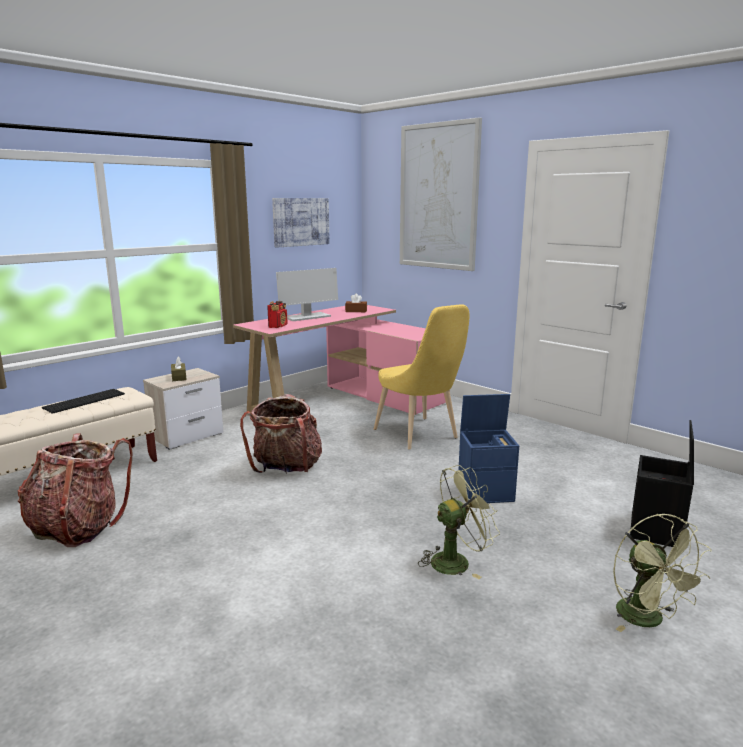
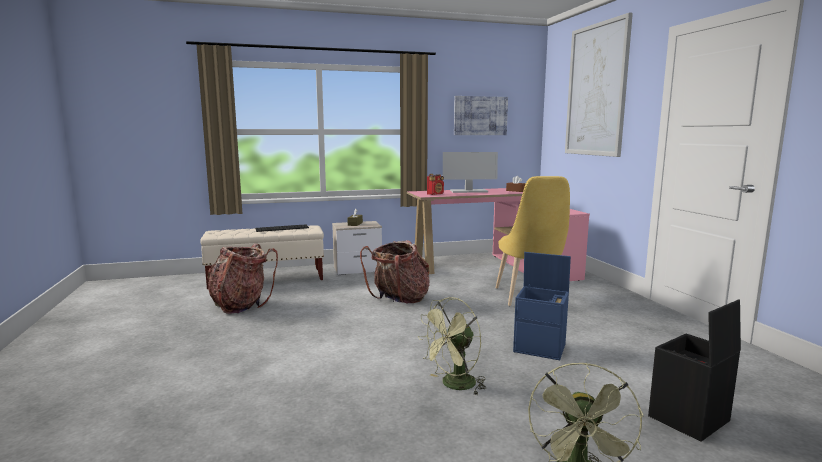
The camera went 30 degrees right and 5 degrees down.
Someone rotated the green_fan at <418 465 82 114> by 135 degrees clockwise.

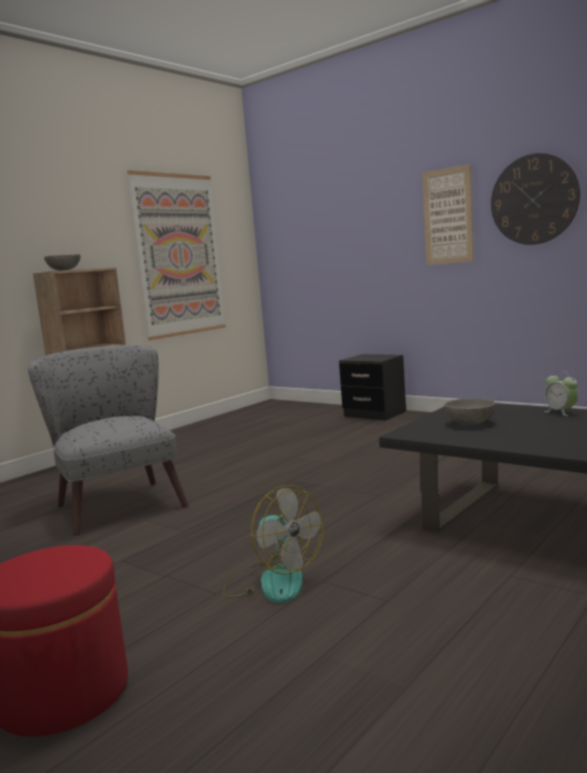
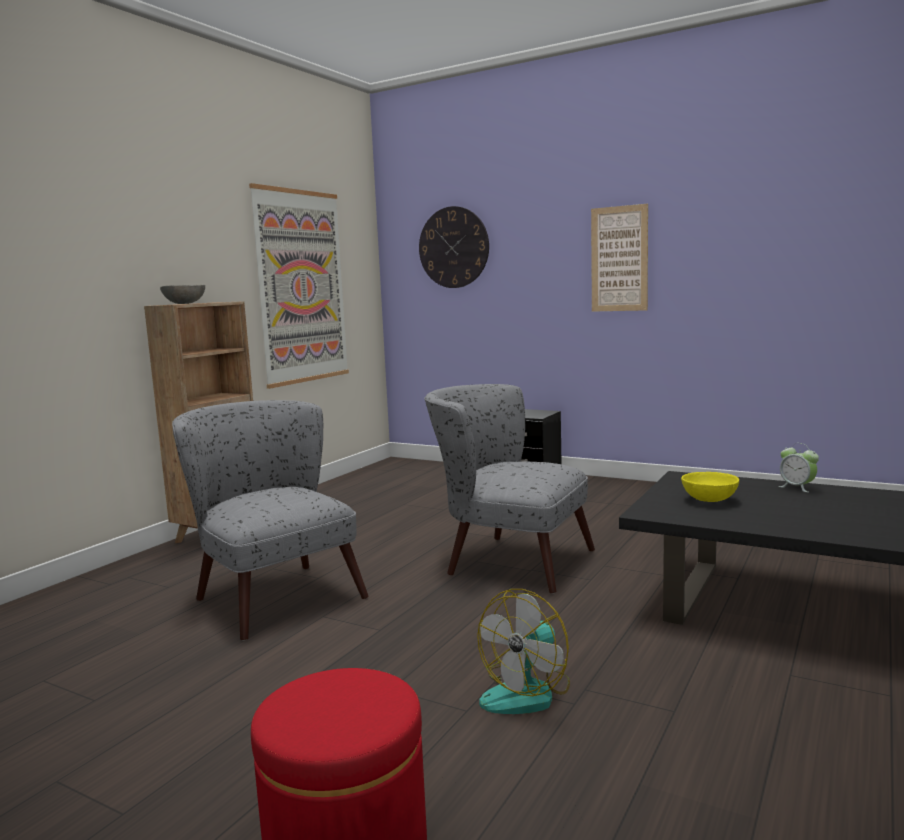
The camera went 10 degrees left and 0 degrees up.
Someone carried the wall_clock from <491 153 89 92> to <419 206 70 82>.
Someone repainted the grey_bowl at <444 398 52 26>, which became the yellow_bowl at <681 472 58 30>.
Someone rotated the fan at <223 485 101 118> by 90 degrees clockwise.
Someone put down the grey_armchair at <424 384 171 210>.

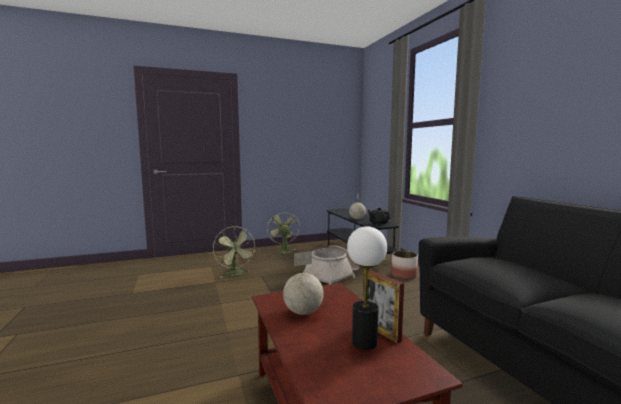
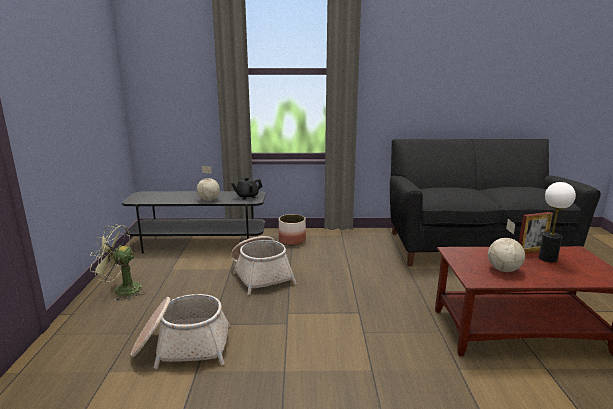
The camera went 70 degrees left and 10 degrees up.
Someone swapped the green_fan at <213 226 43 52> for the basket at <131 294 99 75>.

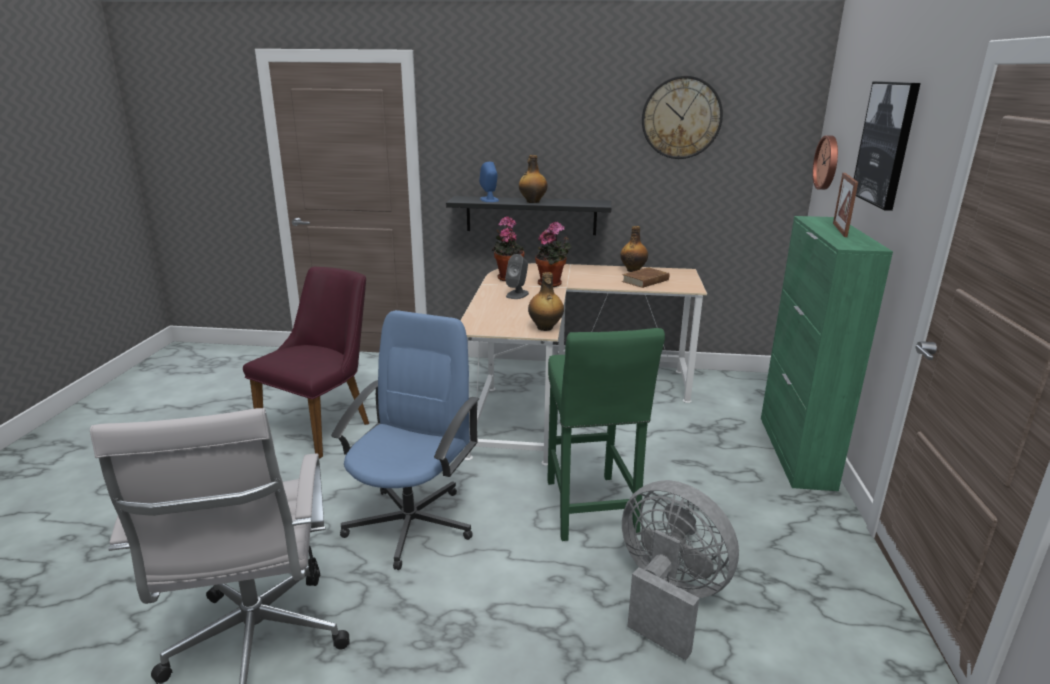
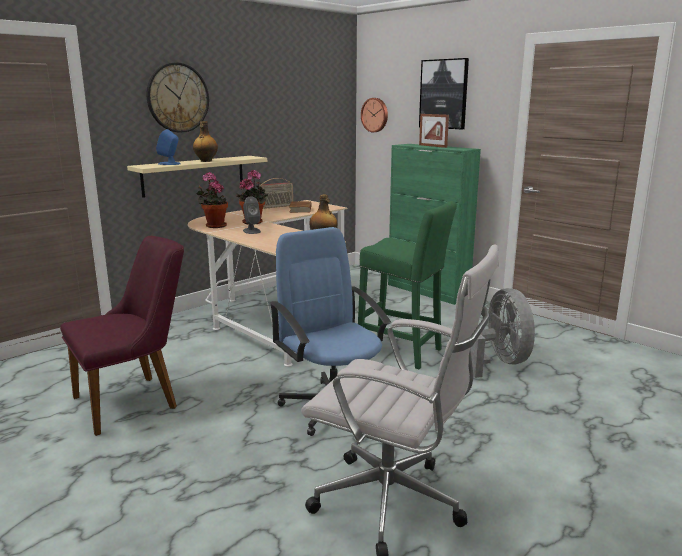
The camera went 50 degrees left and 5 degrees down.
Someone carried the wall_clock from <642 76 81 83> to <147 62 62 71>.
Someone repainted the black_shelf at <446 196 166 39>, which became the beige_shelf at <127 156 140 42>.
Someone swapped the bottle at <620 226 28 46> for the radio at <260 178 33 31>.
Someone rotated the purple_chair at <243 267 126 192> by 75 degrees clockwise.
Someone rotated the grey_fan at <622 480 117 180> by 90 degrees clockwise.

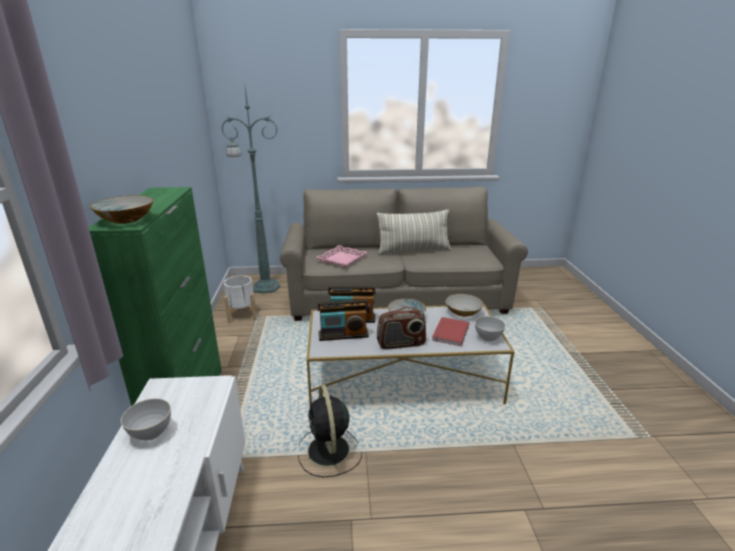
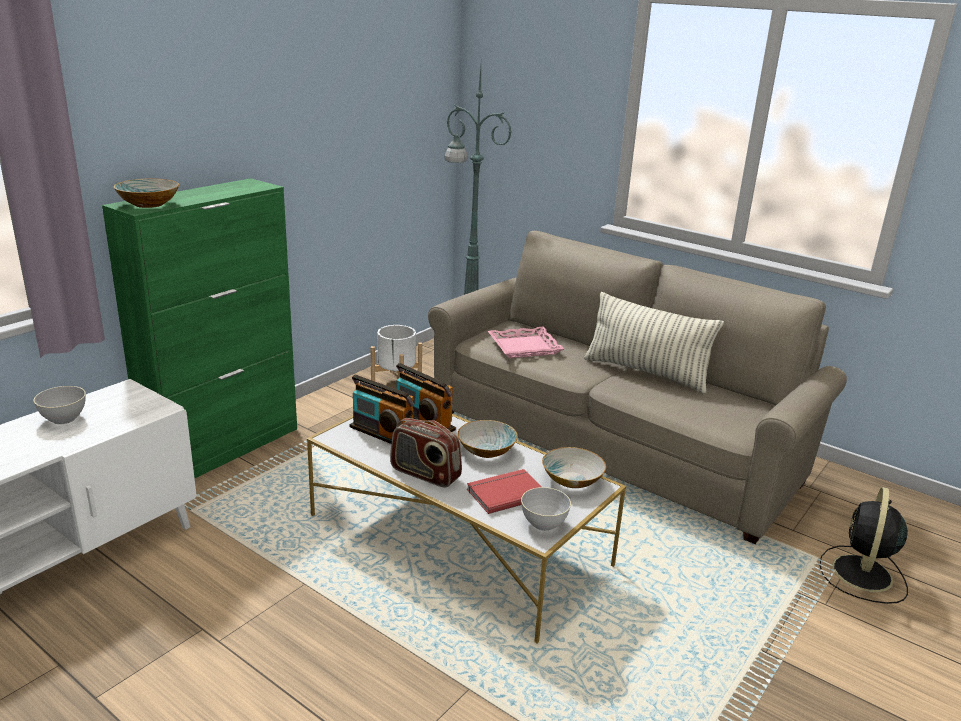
The camera went 40 degrees right and 0 degrees up.
Someone carried the black_fan from <298 385 64 92> to <819 487 89 117>.

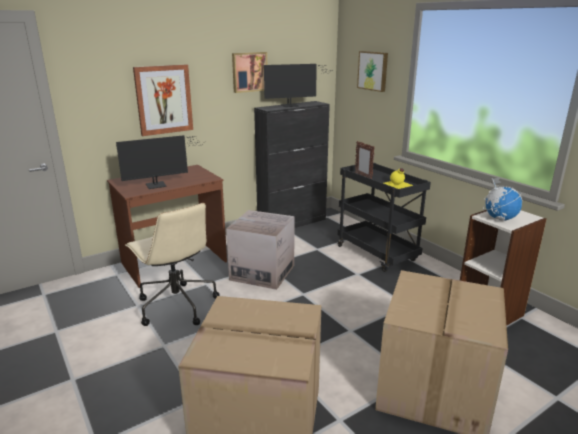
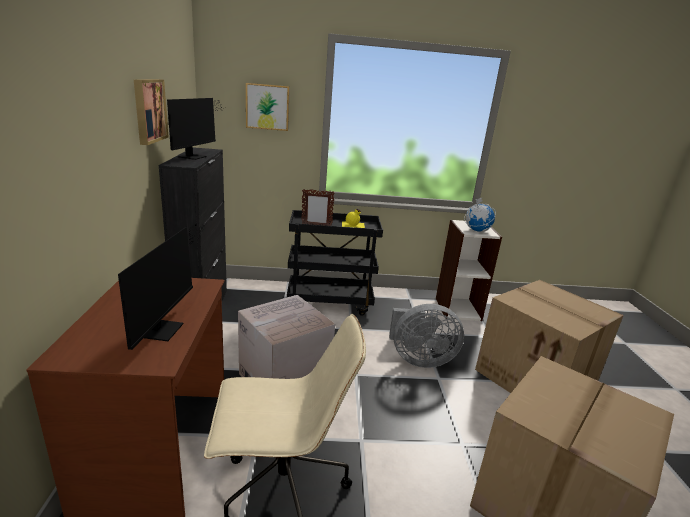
The camera went 60 degrees left and 0 degrees up.
Someone took away the picture at <133 64 60 72>.
Someone put down the grey_fan at <389 304 75 64>.

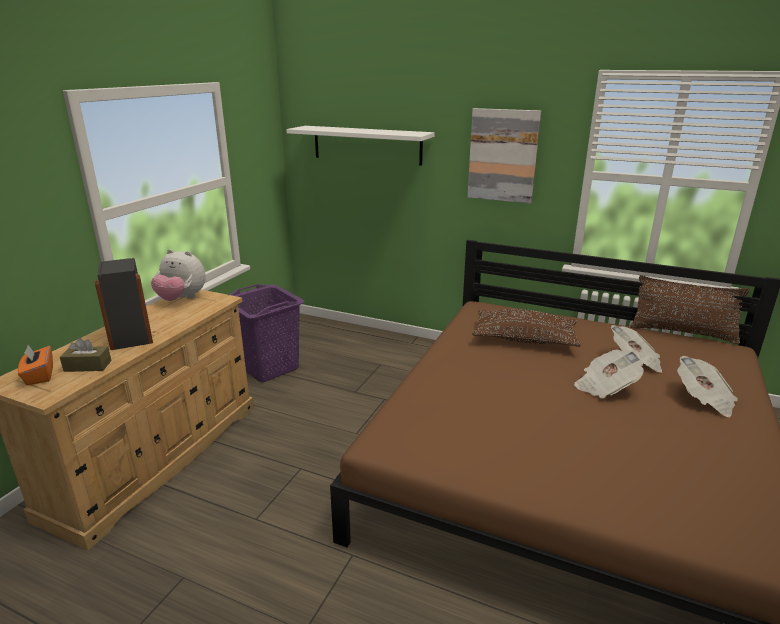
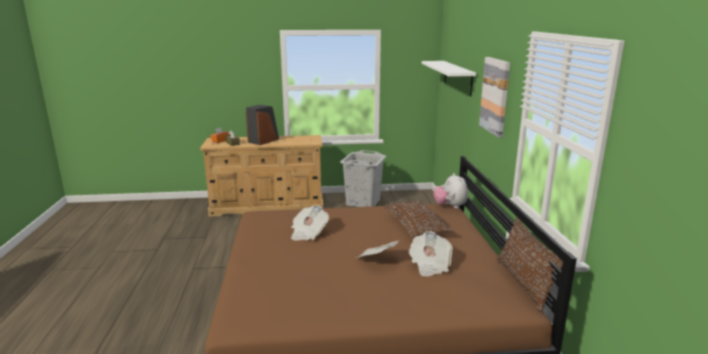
The camera went 60 degrees right and 5 degrees down.
Someone carried the plush_toy from <151 249 55 52> to <433 173 35 36>.
Someone repainted the purple_laundry_basket at <230 284 75 98>, which became the grey_laundry_basket at <340 150 46 57>.
Someone carried the newspaper from <677 356 61 61> to <291 205 38 36>.

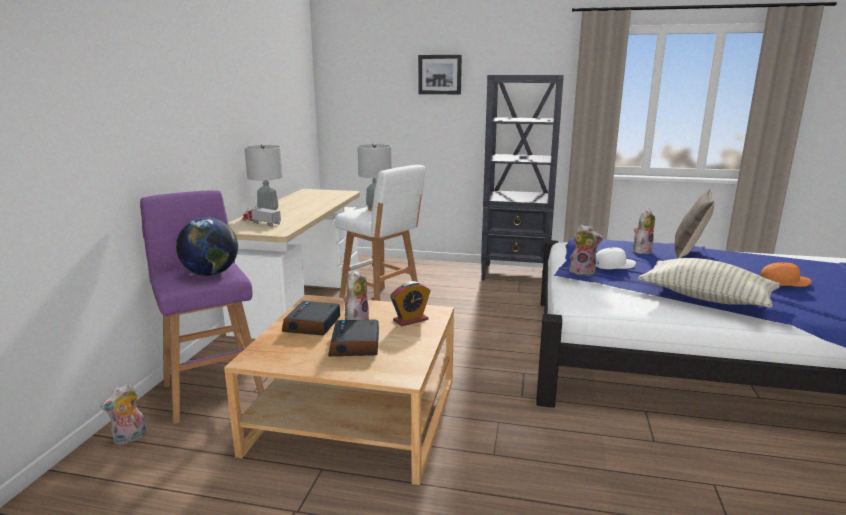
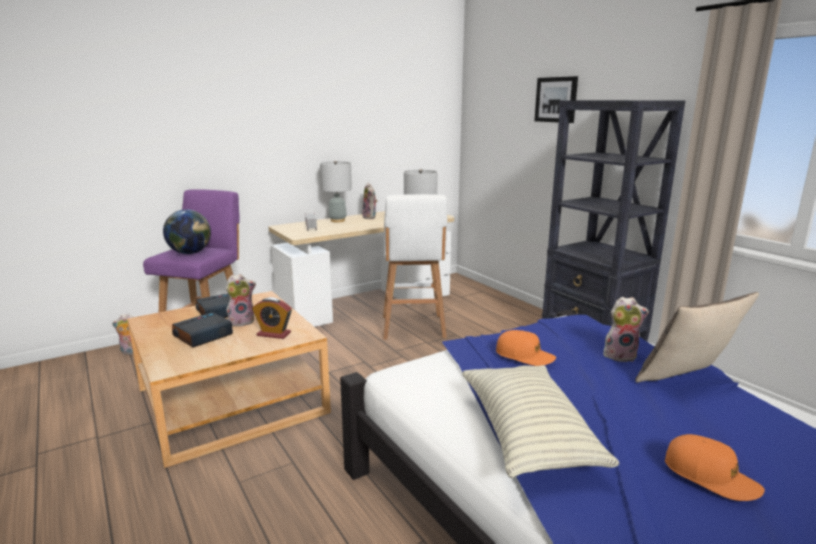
The camera went 45 degrees right and 0 degrees up.
Someone carried the plush_toy from <569 224 34 52> to <362 183 15 36>.
Someone repainted the white_cap at <596 247 40 22>, which became the orange_cap at <496 330 60 36>.

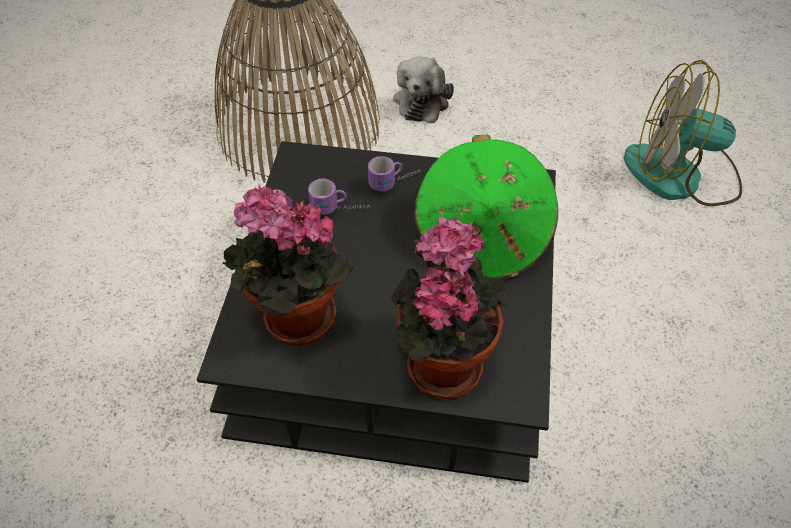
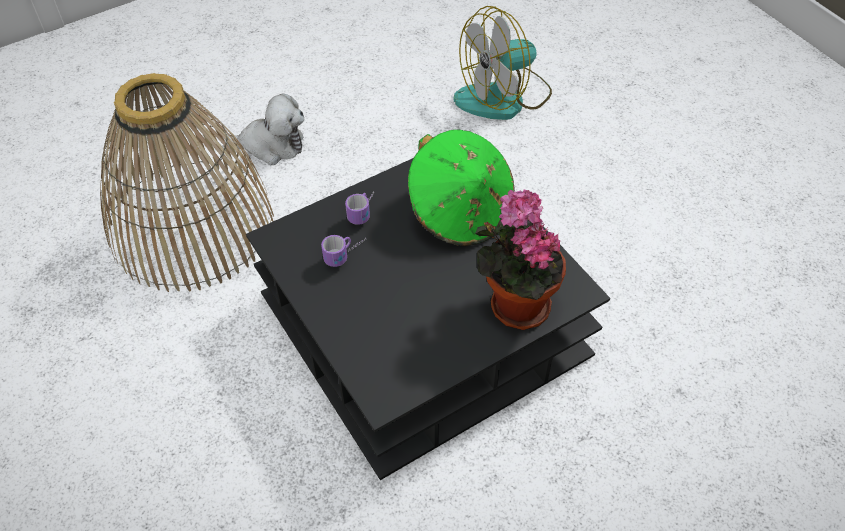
The camera went 40 degrees left and 0 degrees up.
Someone rotated the plush_toy at <393 57 61 66> by 60 degrees counterclockwise.
Someone took away the potted_plant at <222 185 131 160>.

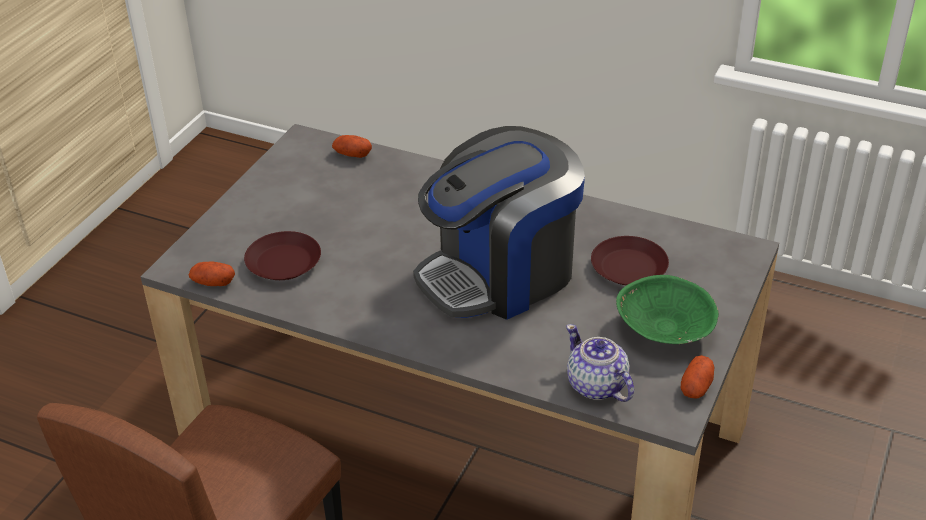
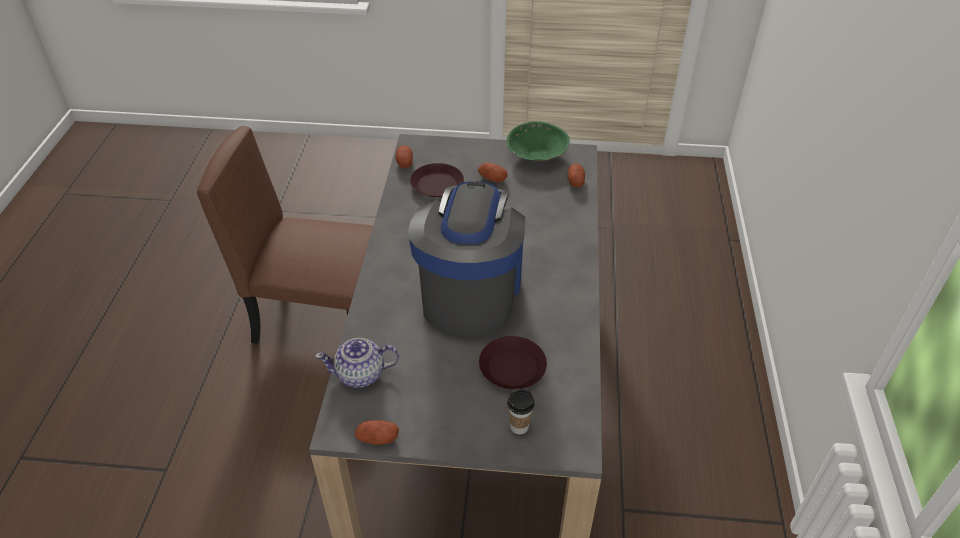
The camera went 70 degrees right and 5 degrees up.
Someone rotated the coffee_machine at <413 126 172 194> by 60 degrees clockwise.
Someone carried the green_bowl from <616 275 103 69> to <507 121 63 40>.
Someone rotated the teapot at <566 324 68 78> by 135 degrees counterclockwise.
Someone put down the potato at <478 163 30 20>.
Someone put down the cup at <507 390 27 44>.

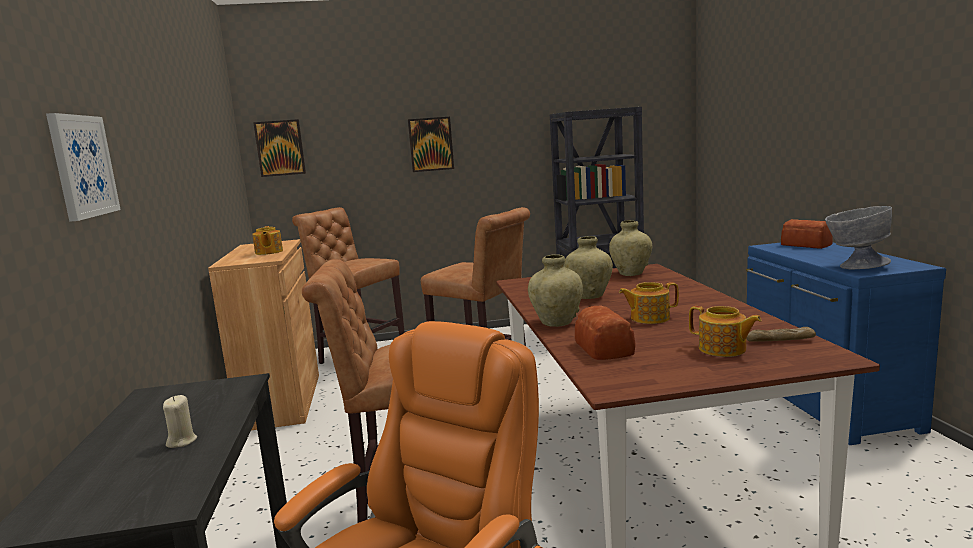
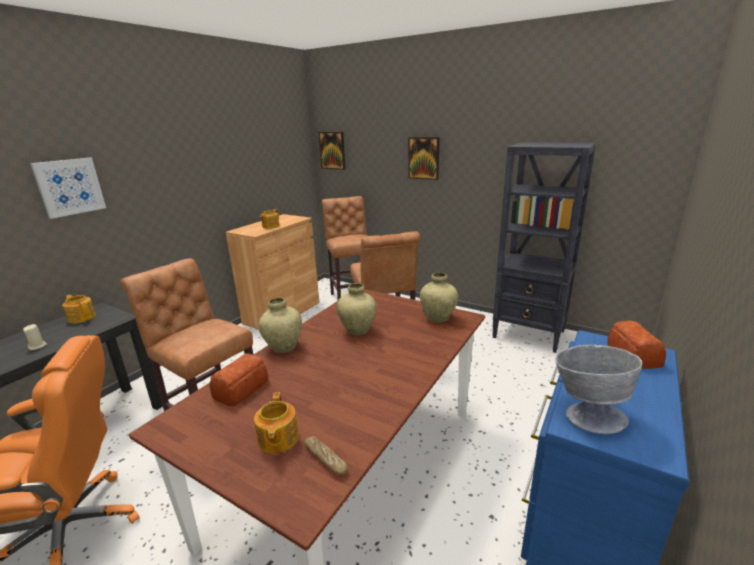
The camera went 40 degrees right and 10 degrees up.
Someone carried the teapot from <619 282 60 42> to <62 295 34 28>.

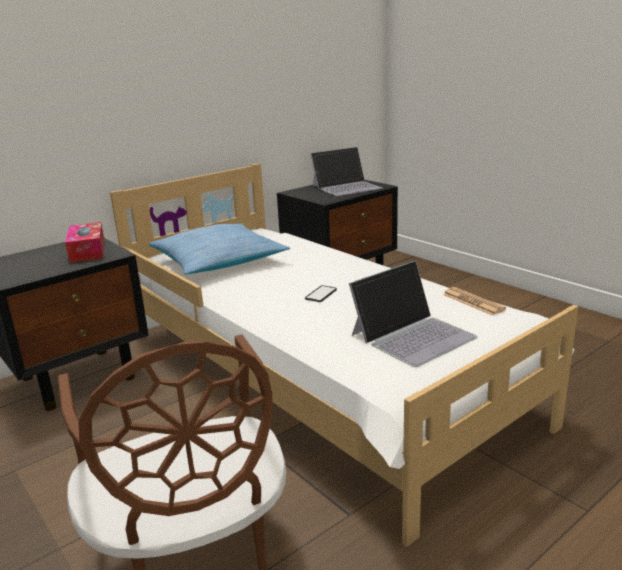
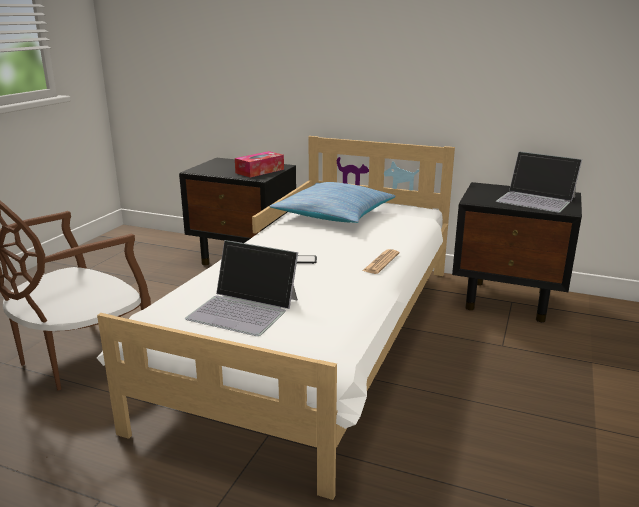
The camera went 60 degrees right and 0 degrees up.
Someone carried the newspaper from <443 287 63 28> to <362 249 37 25>.

